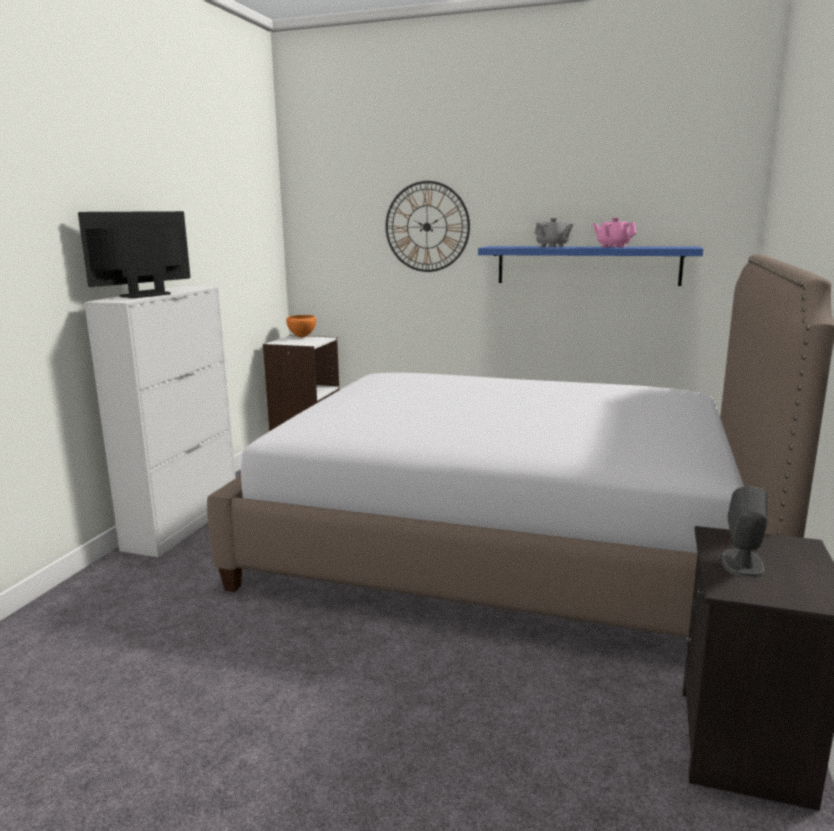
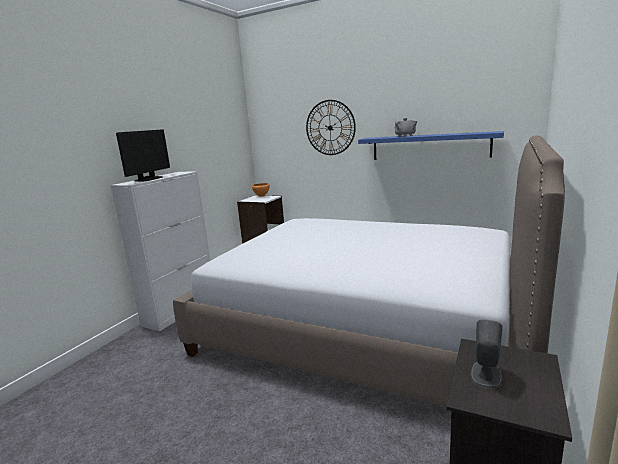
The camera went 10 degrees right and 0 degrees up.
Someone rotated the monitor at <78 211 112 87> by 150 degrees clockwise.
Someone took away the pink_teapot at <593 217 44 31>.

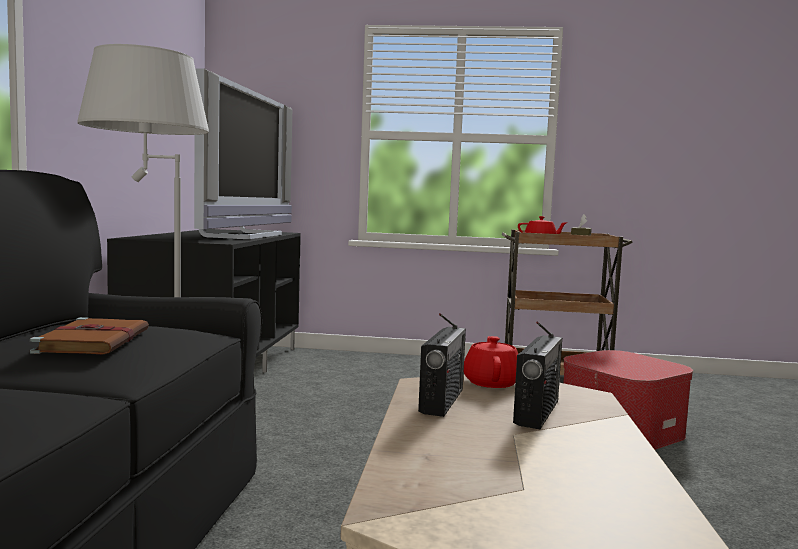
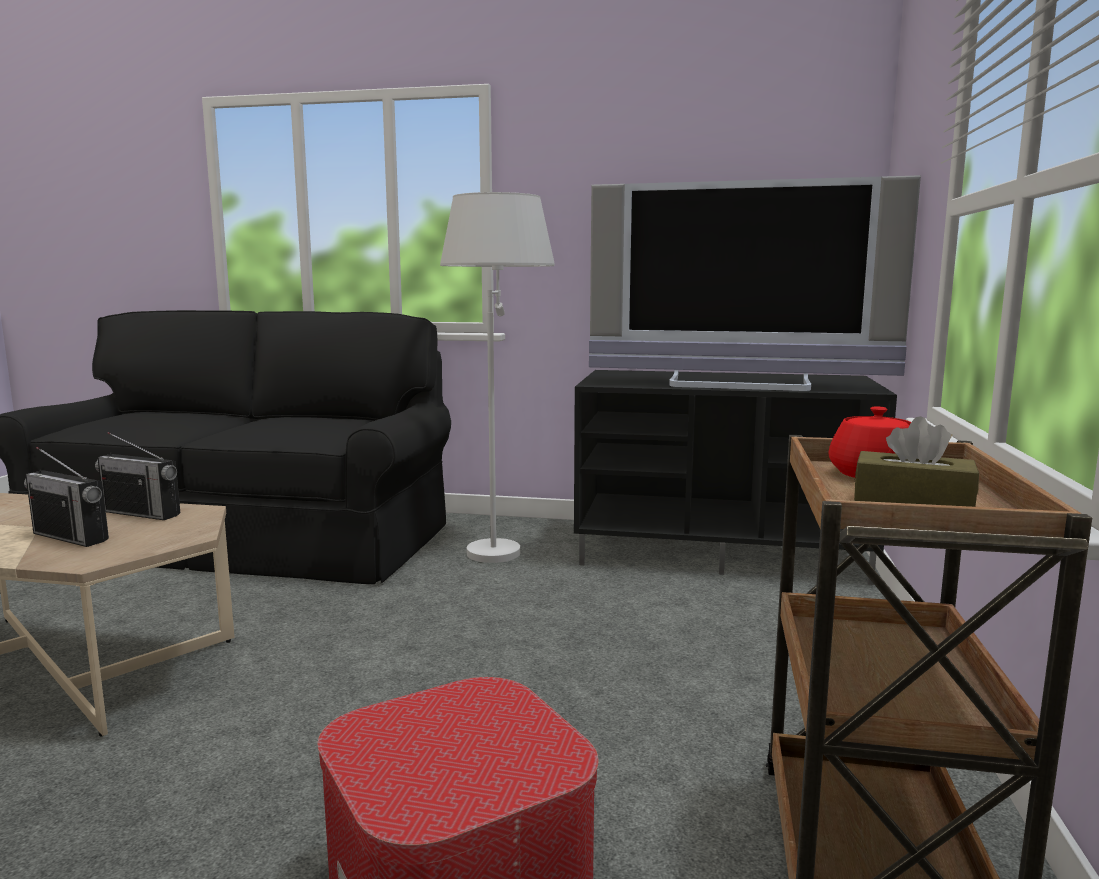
The camera went 95 degrees right and 5 degrees up.
Someone took away the brown_book at <30 317 119 38>.
Someone took away the red_teapot at <463 336 55 52>.

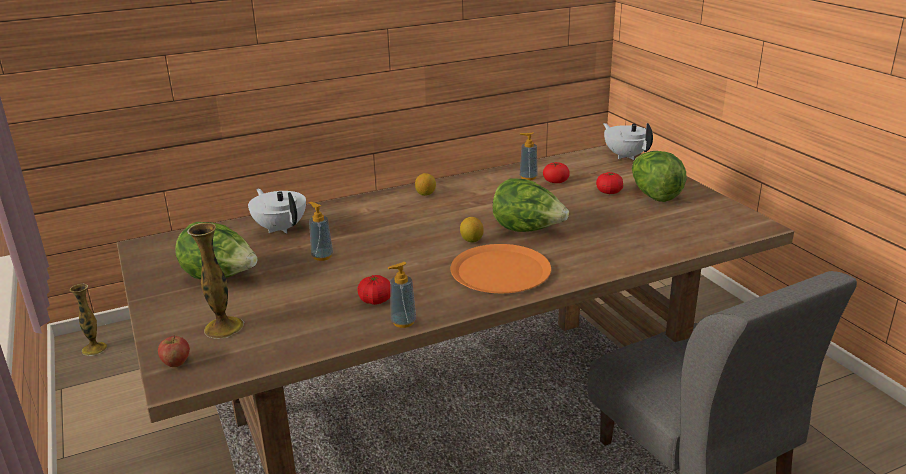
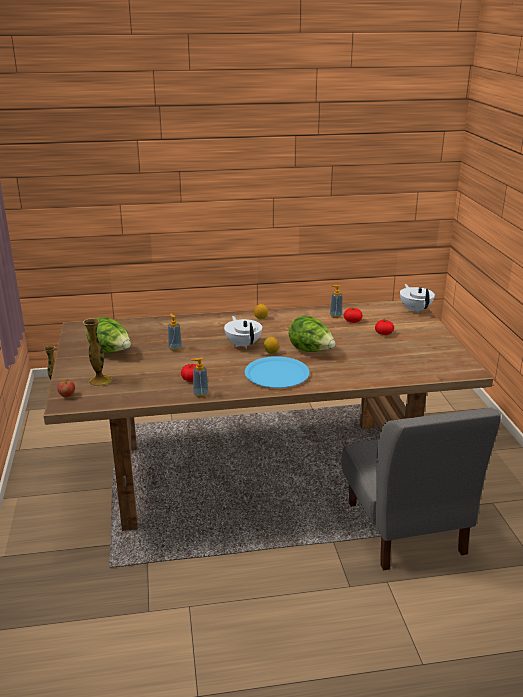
The camera went 15 degrees right and 0 degrees up.
Someone took away the lettuce at <632 151 55 51>.
Someone carried the white_teapot from <248 189 58 45> to <224 316 38 33>.
Someone repainted the orange_plate at <450 244 101 49>, which became the blue_plate at <245 356 65 32>.

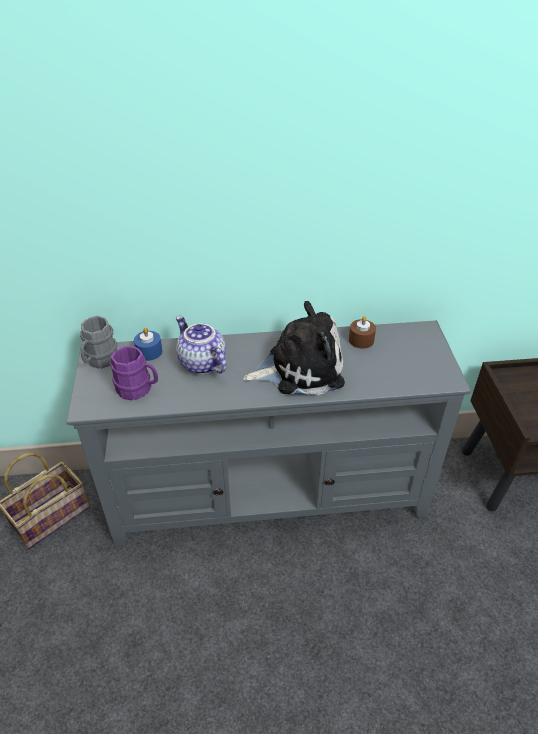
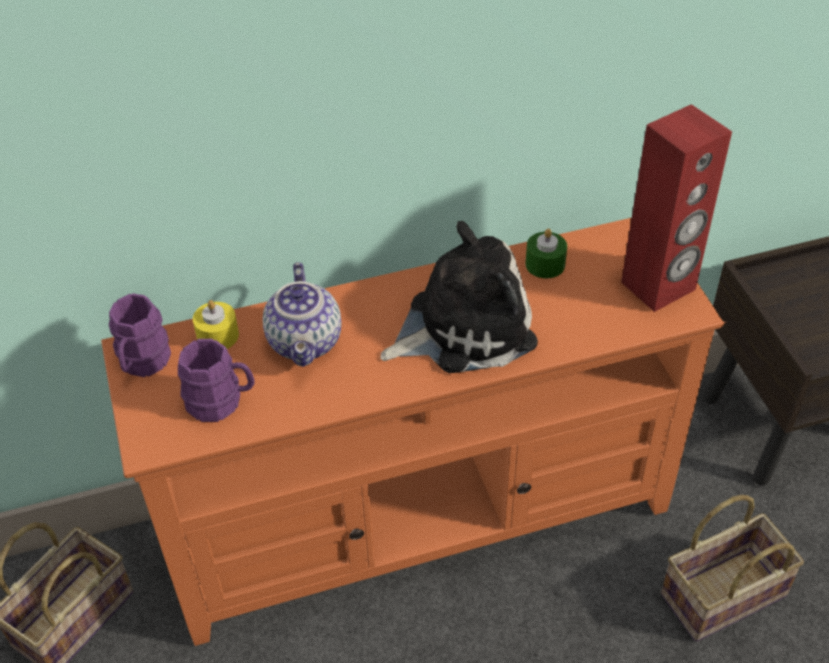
The camera went 10 degrees left and 5 degrees up.
Someone repainted the grey_mug at <80 316 37 53>, which became the purple_mug at <109 293 62 84>.
Someone rotated the teapot at <176 316 50 58> by 135 degrees counterclockwise.
Someone repainted the brown_candle at <349 316 27 33>, which became the green_candle at <525 229 42 49>.
Someone repainted the grey_tv_stand at <66 321 407 225>, which became the orange_tv_stand at <101 218 625 428>.
Someone repainted the blue_candle at <134 327 28 34>, which became the yellow_candle at <193 300 46 49>.
Someone put down the red_speaker at <621 104 111 208>.
Someone put down the basket at <661 495 143 147>.

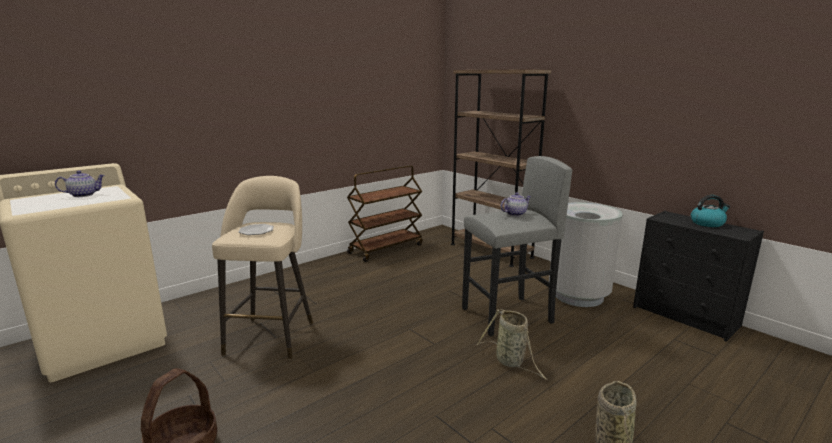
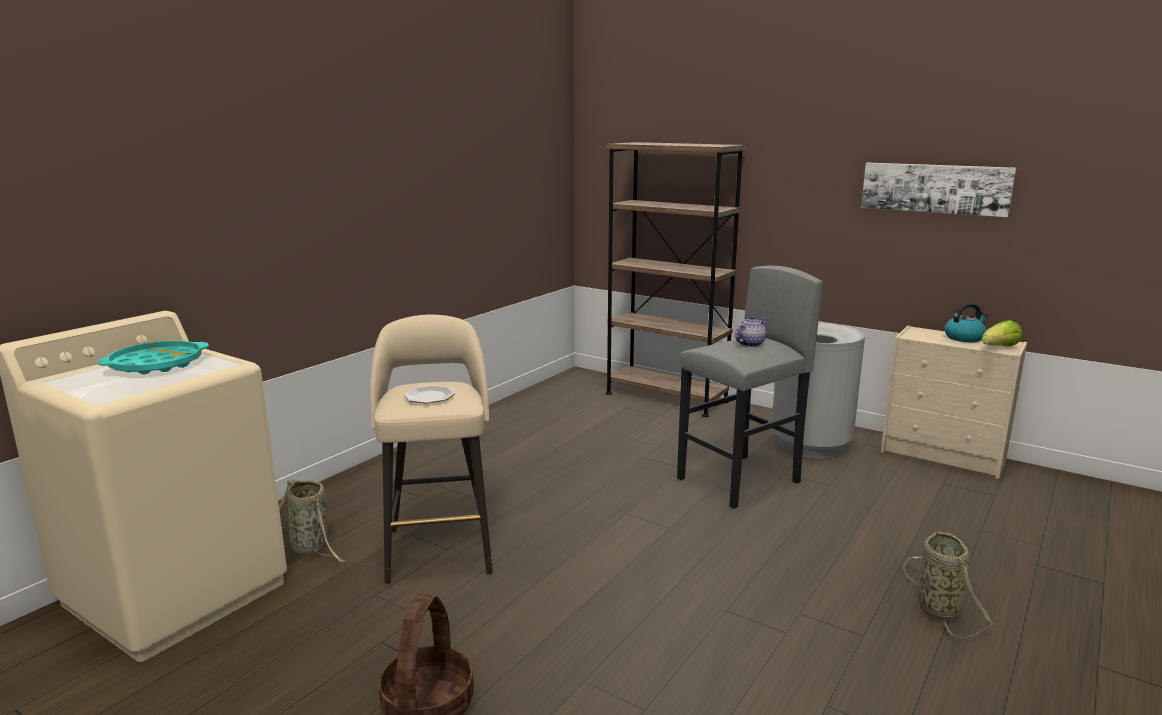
The camera went 15 degrees left and 0 degrees up.
Someone took away the brown_cart at <347 165 76 97>.
Someone swapped the teapot at <55 171 50 26> for the turquoise_tray at <97 341 112 33>.
Someone repainted the black_dresser at <633 211 131 131>, which became the beige_dresser at <881 326 146 153>.
Someone carried the basket from <477 309 71 71> to <279 479 68 84>.
Someone put up the picture at <861 163 155 54>.
Someone put down the lettuce at <982 320 41 27>.

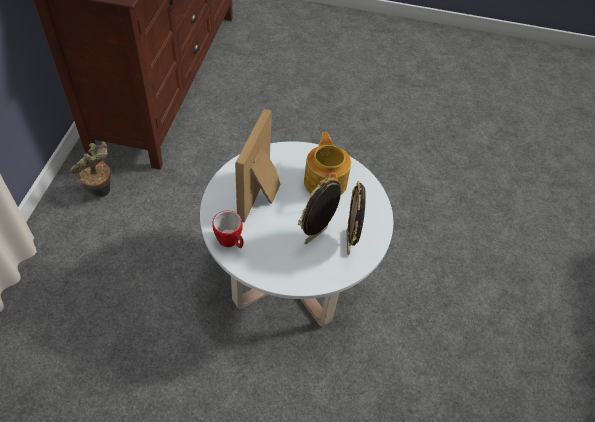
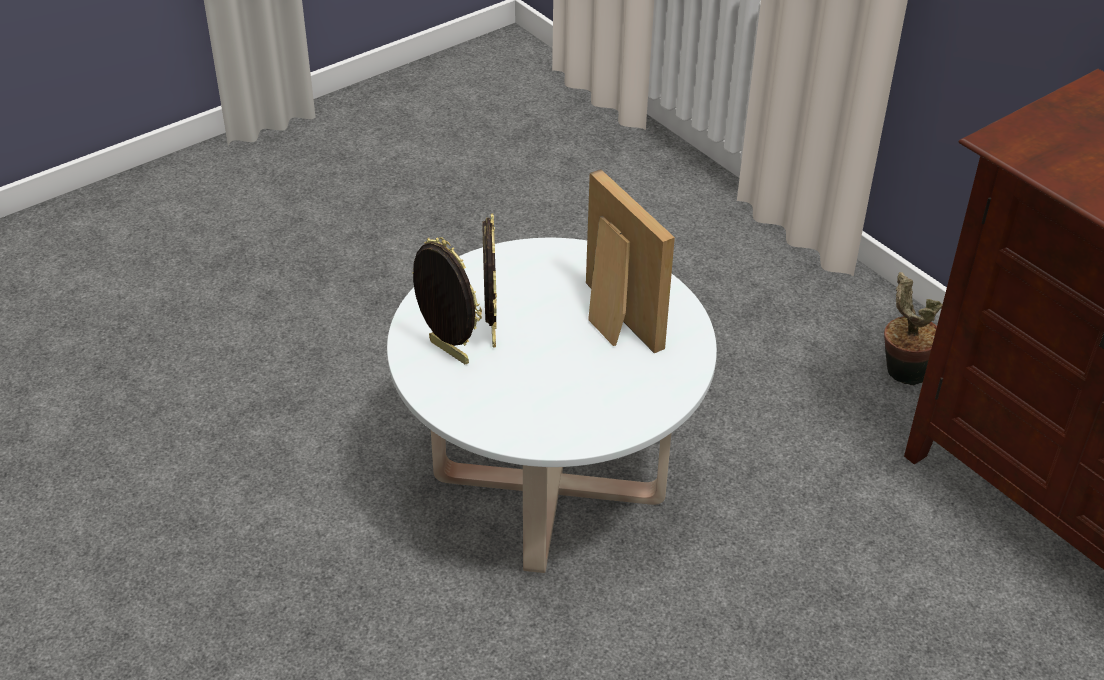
The camera went 135 degrees right and 10 degrees down.
Someone took away the teapot at <304 132 47 64>.
Someone took away the mug at <212 210 32 38>.

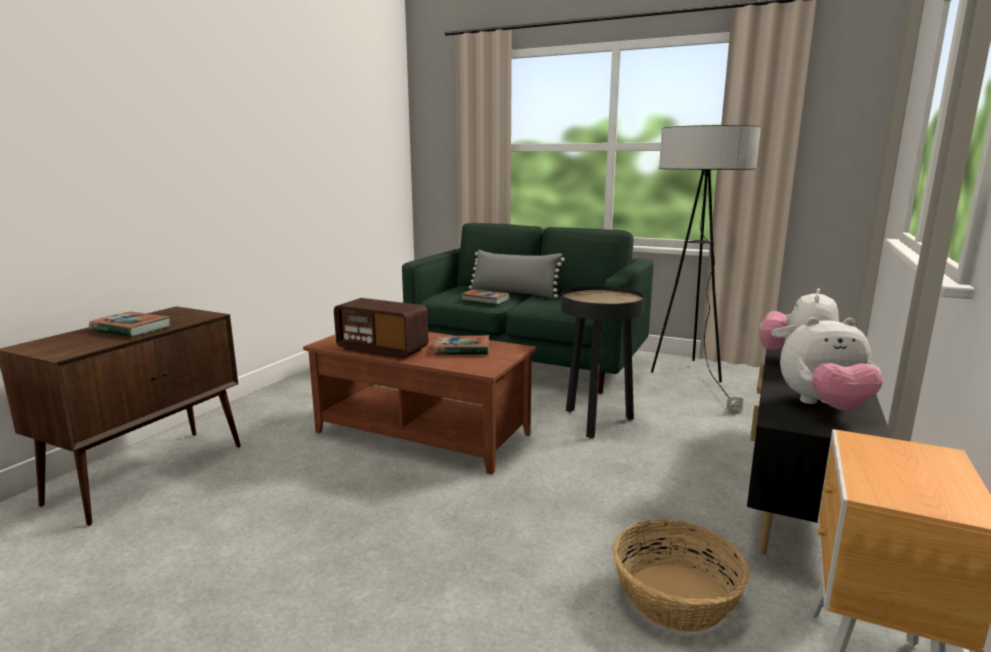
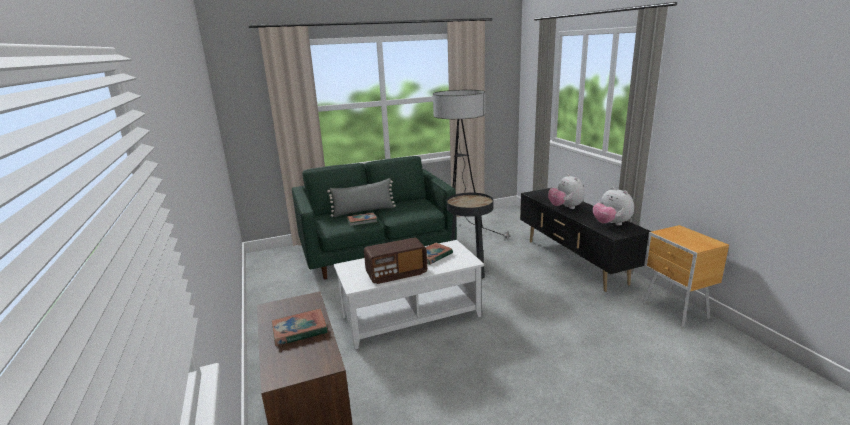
The camera went 45 degrees left and 5 degrees up.
Someone rotated the plush_toy at <780 317 103 93> by 105 degrees clockwise.
Someone repainted the brown_coffee_table at <303 332 233 142>, which became the white_coffee_table at <334 240 150 109>.
Someone took away the basket at <613 520 137 112>.

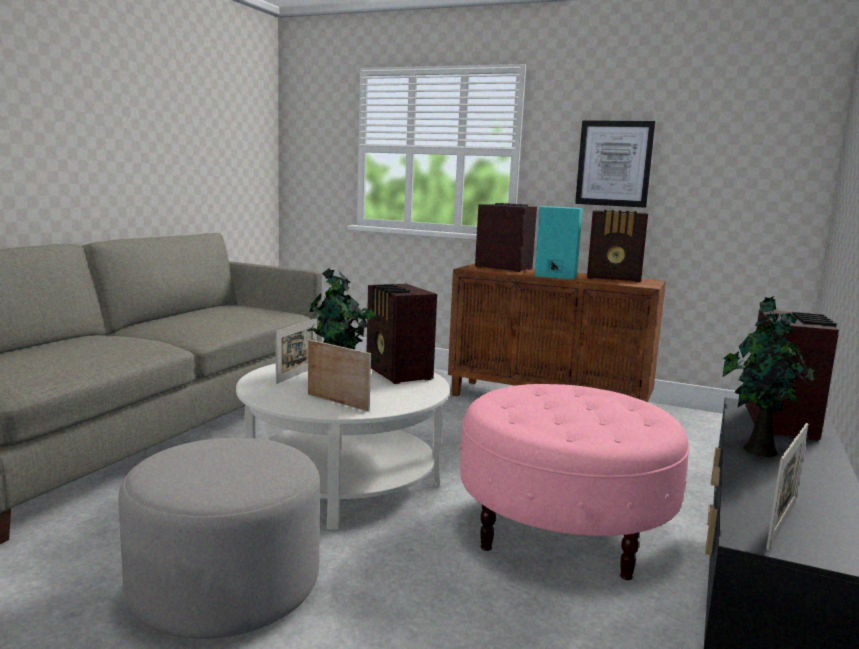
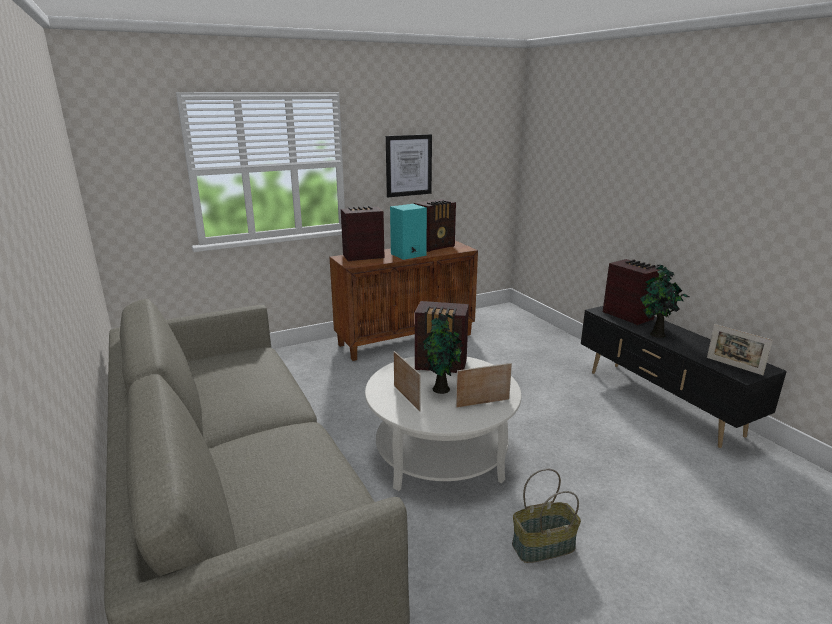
The camera went 50 degrees left and 10 degrees up.
Someone took away the pink_ottoman at <460 384 229 196>.
Someone rotated the picture_frame at <766 423 42 127> by 150 degrees clockwise.
Someone swapped the grey_ottoman at <118 438 202 201> for the basket at <512 468 69 95>.

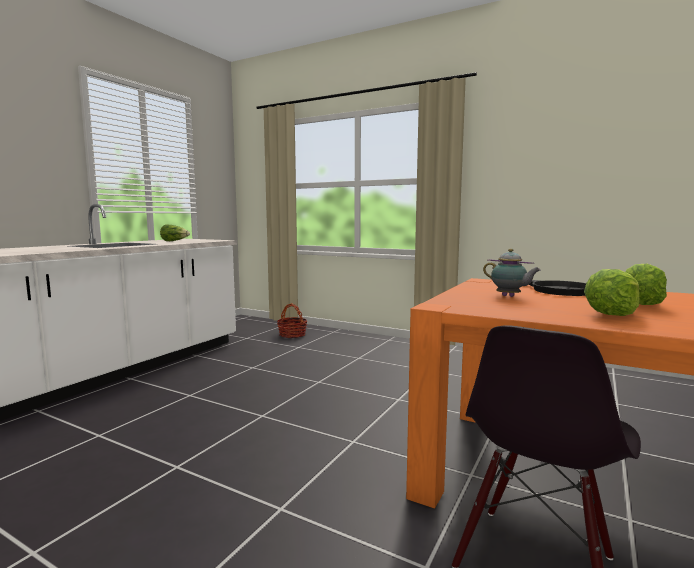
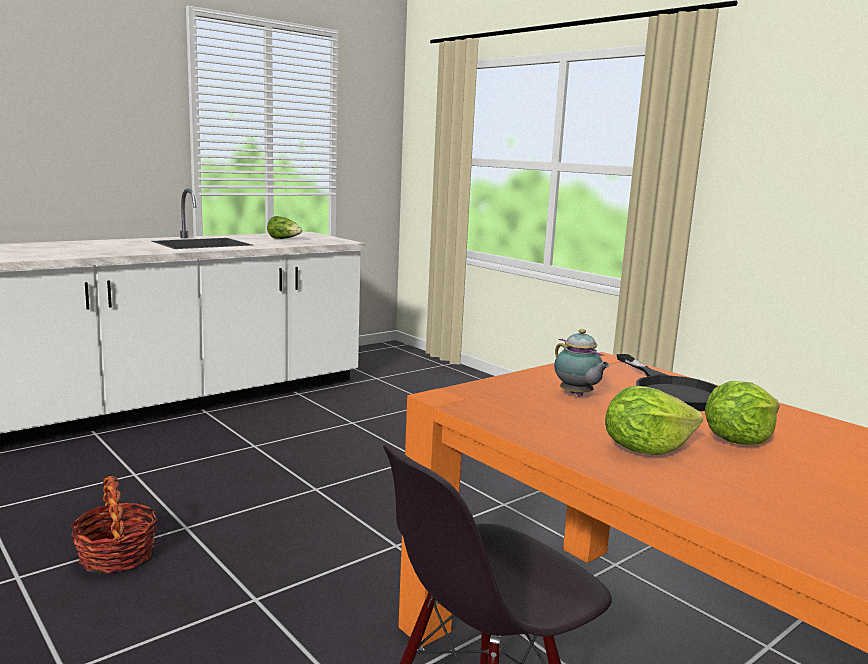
The camera went 20 degrees right and 5 degrees up.
Someone carried the basket from <277 303 31 35> to <71 476 87 97>.

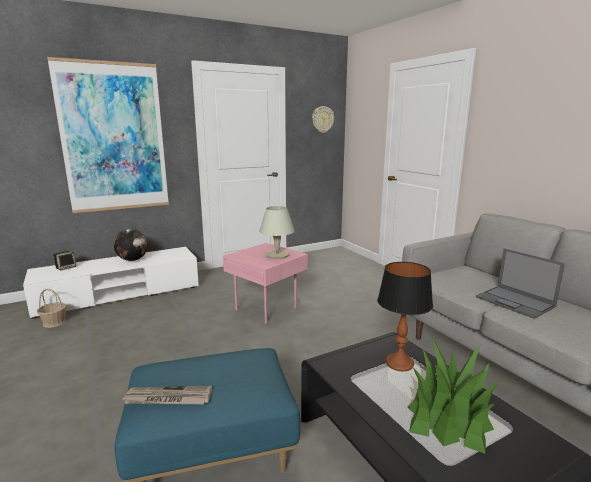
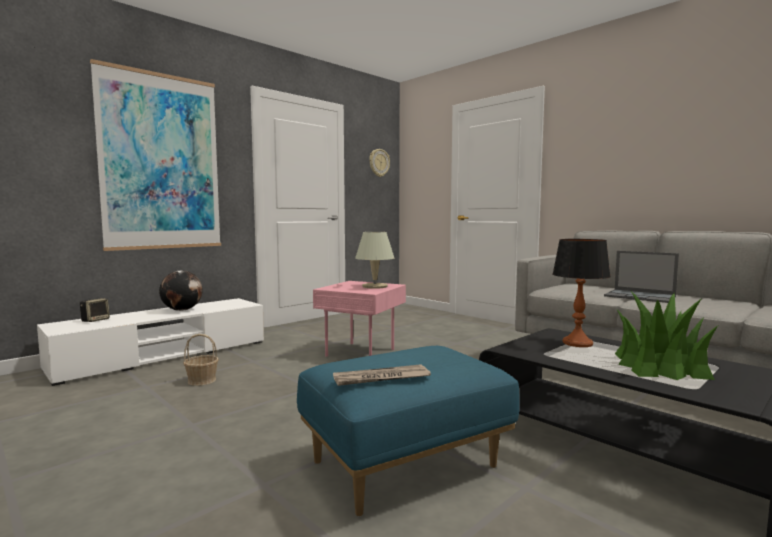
The camera went 15 degrees left and 10 degrees down.
Someone carried the basket from <37 288 29 40> to <183 334 36 52>.

